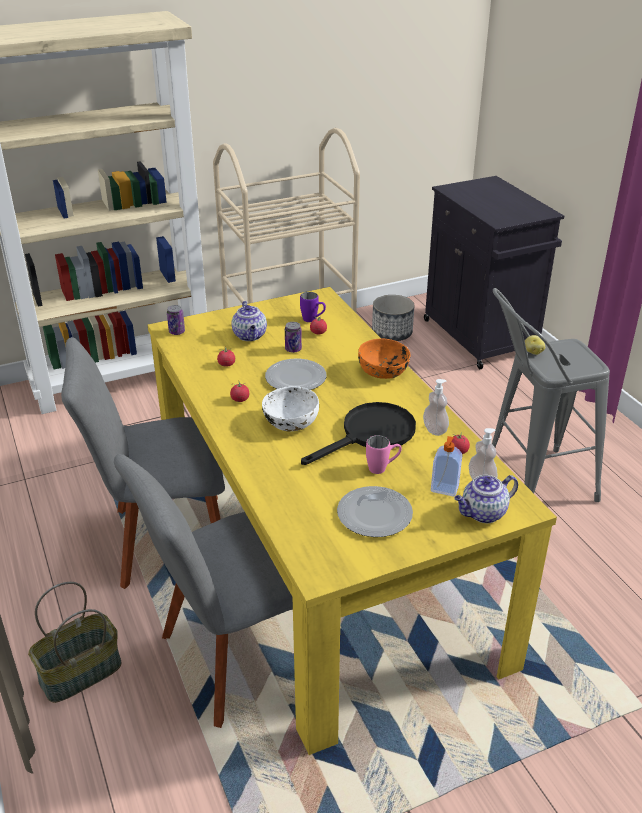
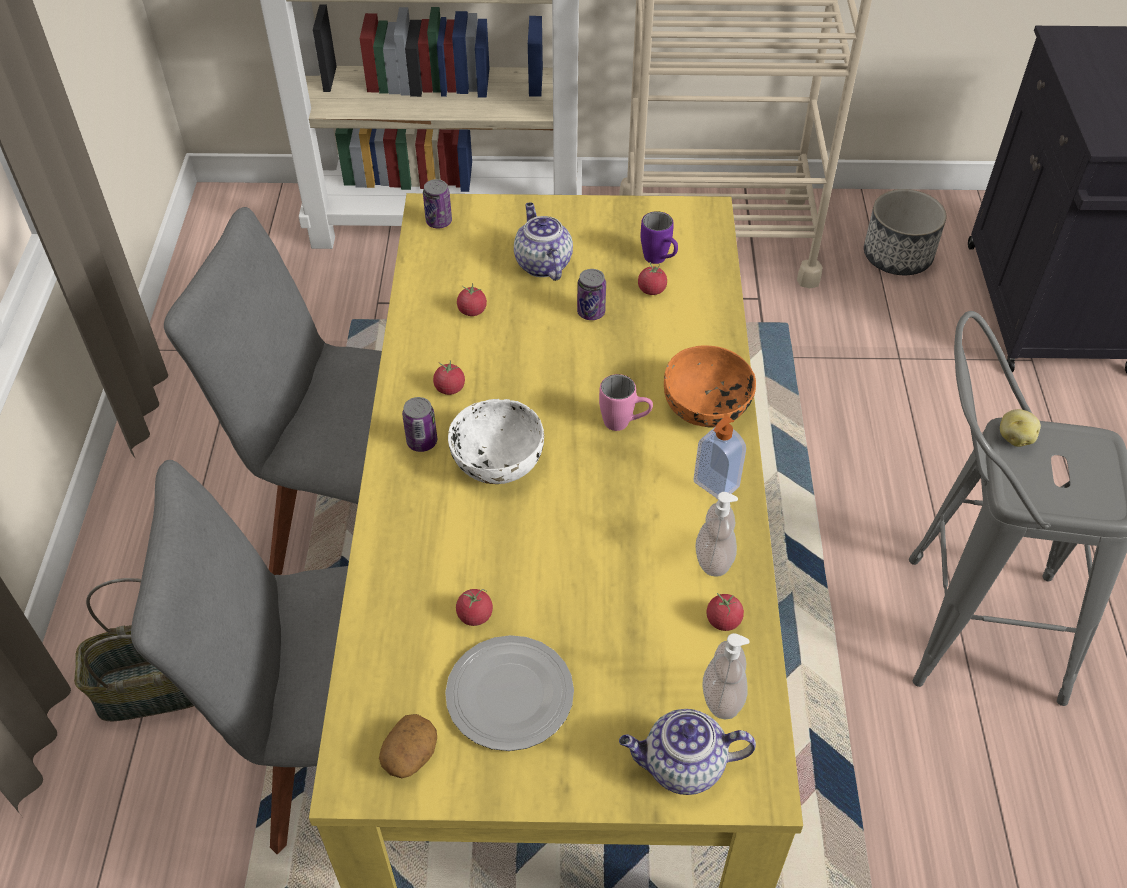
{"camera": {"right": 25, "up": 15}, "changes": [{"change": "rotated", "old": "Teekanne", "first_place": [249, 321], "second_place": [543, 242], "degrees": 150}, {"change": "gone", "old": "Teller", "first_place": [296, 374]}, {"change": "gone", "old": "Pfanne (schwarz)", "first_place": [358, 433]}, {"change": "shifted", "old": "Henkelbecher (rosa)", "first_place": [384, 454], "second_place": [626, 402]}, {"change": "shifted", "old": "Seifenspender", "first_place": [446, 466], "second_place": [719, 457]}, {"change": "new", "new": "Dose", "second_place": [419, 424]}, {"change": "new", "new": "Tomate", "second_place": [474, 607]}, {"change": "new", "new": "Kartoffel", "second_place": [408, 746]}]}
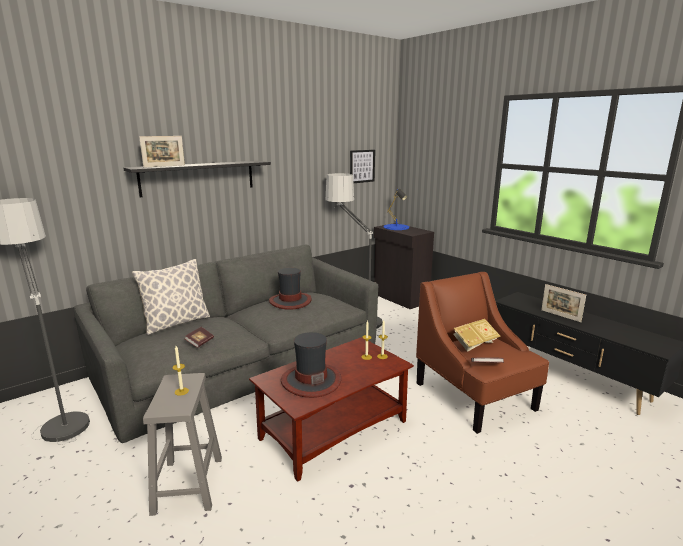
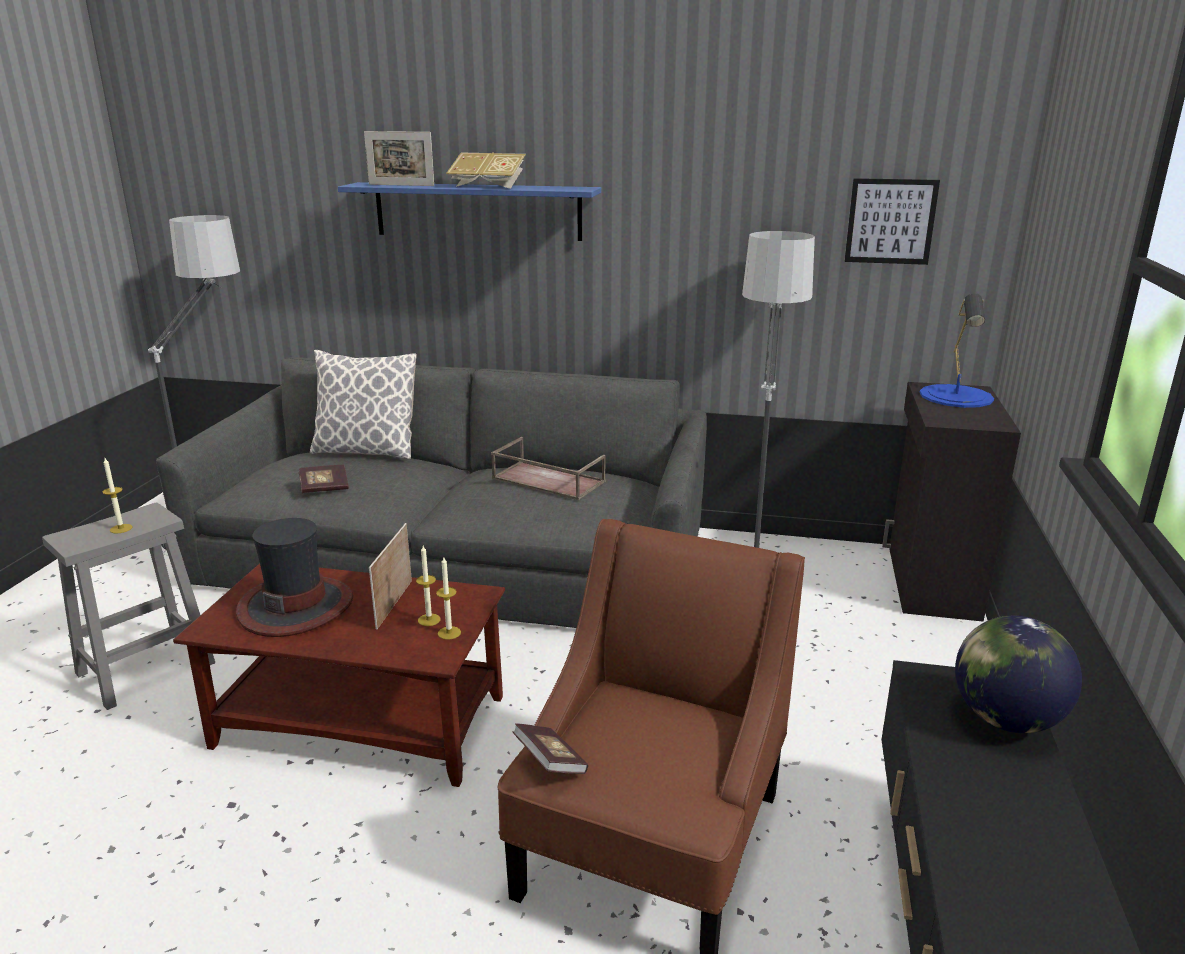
{"camera": {"right": 50, "up": 5}, "changes": [{"change": "repainted", "old": "Wandregal (schwarz)", "new": "Wandregal (blau)", "first_place": [197, 179], "second_place": [469, 211]}, {"change": "swapped", "old": "Hut", "new": "Tablett (braun)", "first_place": [290, 289], "second_place": [548, 468]}, {"change": "shifted", "old": "Bilderrahmen", "first_place": [563, 303], "second_place": [390, 576]}, {"change": "shifted", "old": "Buch", "first_place": [477, 335], "second_place": [486, 170]}, {"change": "new", "new": "Globus", "second_place": [1018, 674]}]}
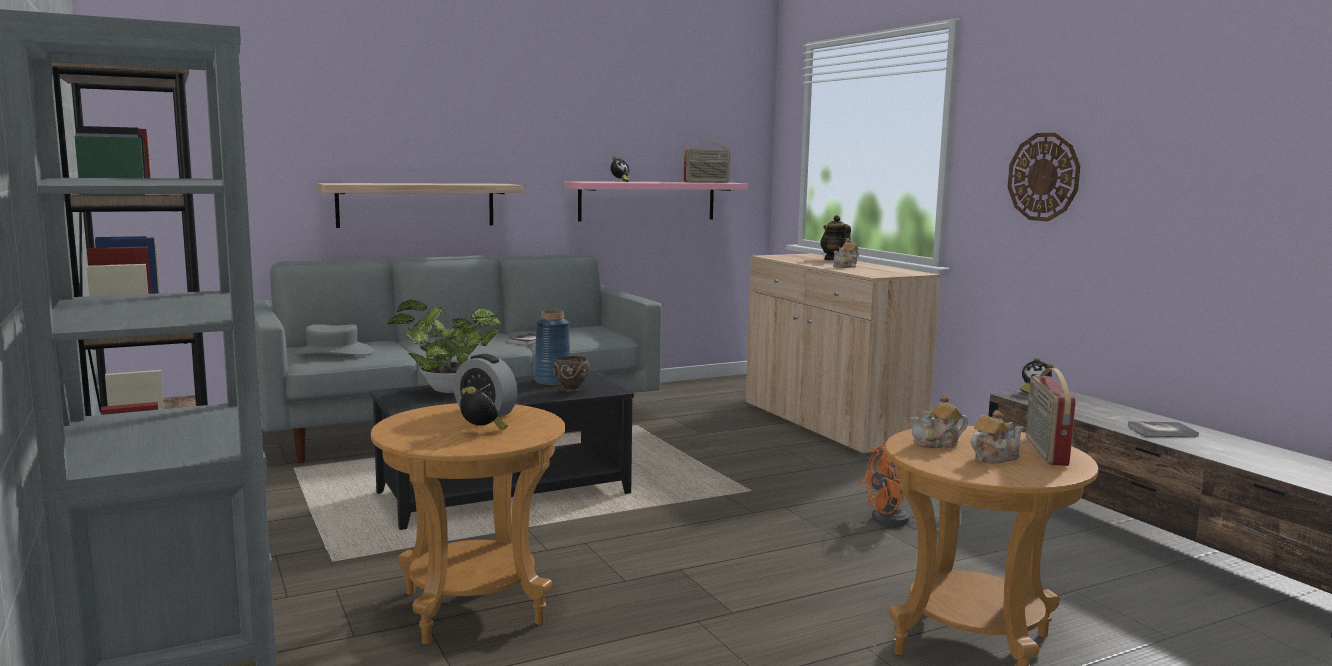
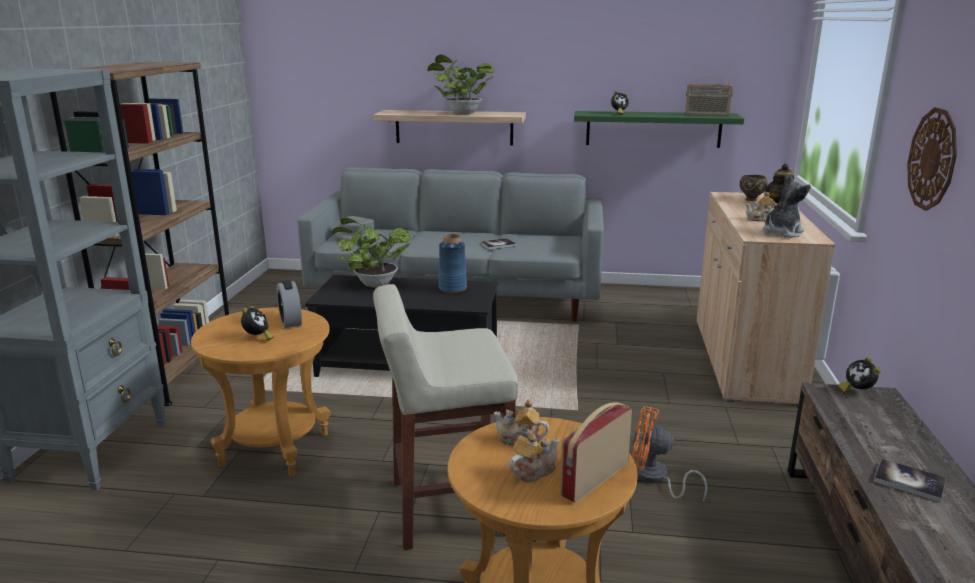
{"camera": {"right": 35, "up": 10}, "changes": [{"change": "repainted", "old": "Wandregal (rosa)", "new": "Wandregal (grün)", "first_place": [656, 201], "second_place": [659, 129]}, {"change": "shifted", "old": "Schüssel (braun)", "first_place": [571, 374], "second_place": [753, 188]}, {"change": "rotated", "old": "Teekanne", "first_place": [997, 437], "second_place": [534, 458], "degrees": -45}, {"change": "new", "new": "Topfpflanze", "second_place": [460, 84]}, {"change": "new", "new": "Plüschtier", "second_place": [786, 206]}, {"change": "new", "new": "Hocker (beige)", "second_place": [446, 417]}]}
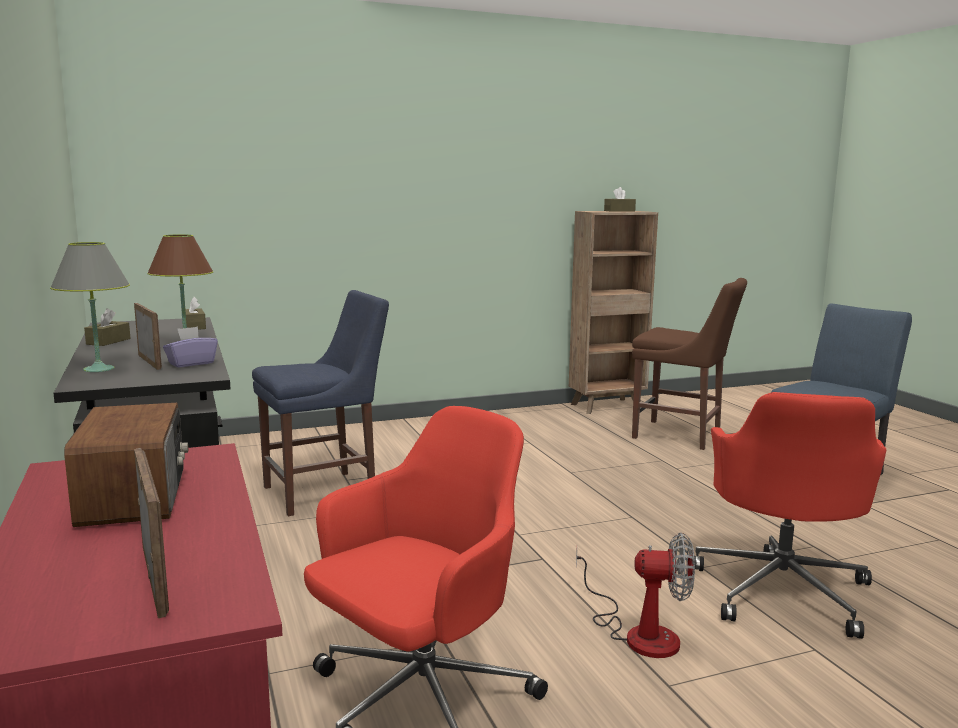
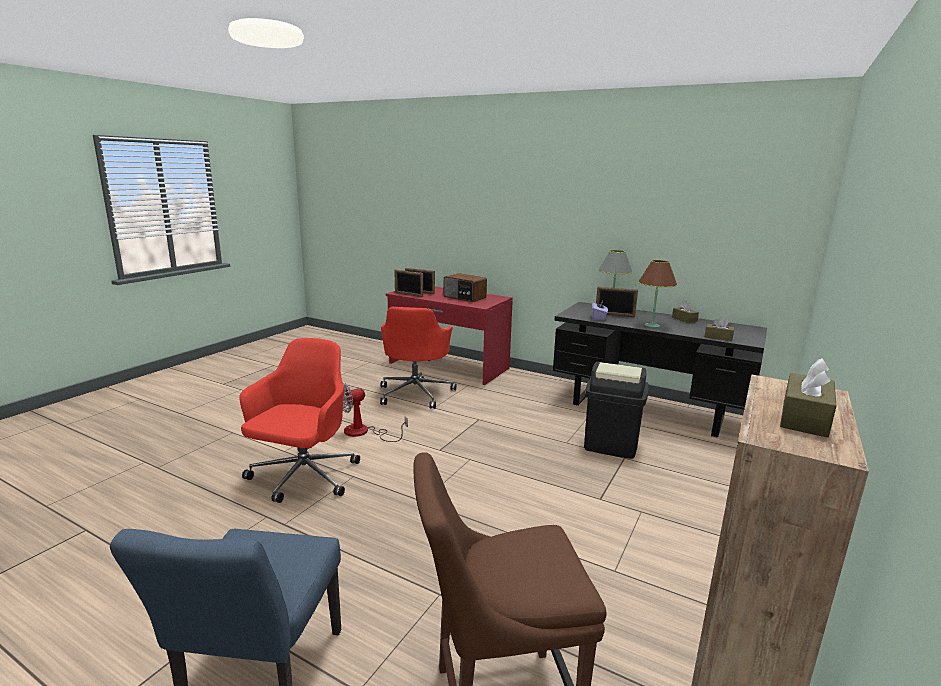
{"camera": {"right": 140, "up": 5}, "changes": [{"change": "swapped", "old": "Stuhl (blau)", "new": "Mülleimer (schwarz)", "first_place": [320, 403], "second_place": [616, 410]}, {"change": "rotated", "old": "Bürostuhl (rot)", "first_place": [790, 515], "second_place": [299, 420], "degrees": 45}, {"change": "new", "new": "Bilderrahmen", "second_place": [408, 283]}]}
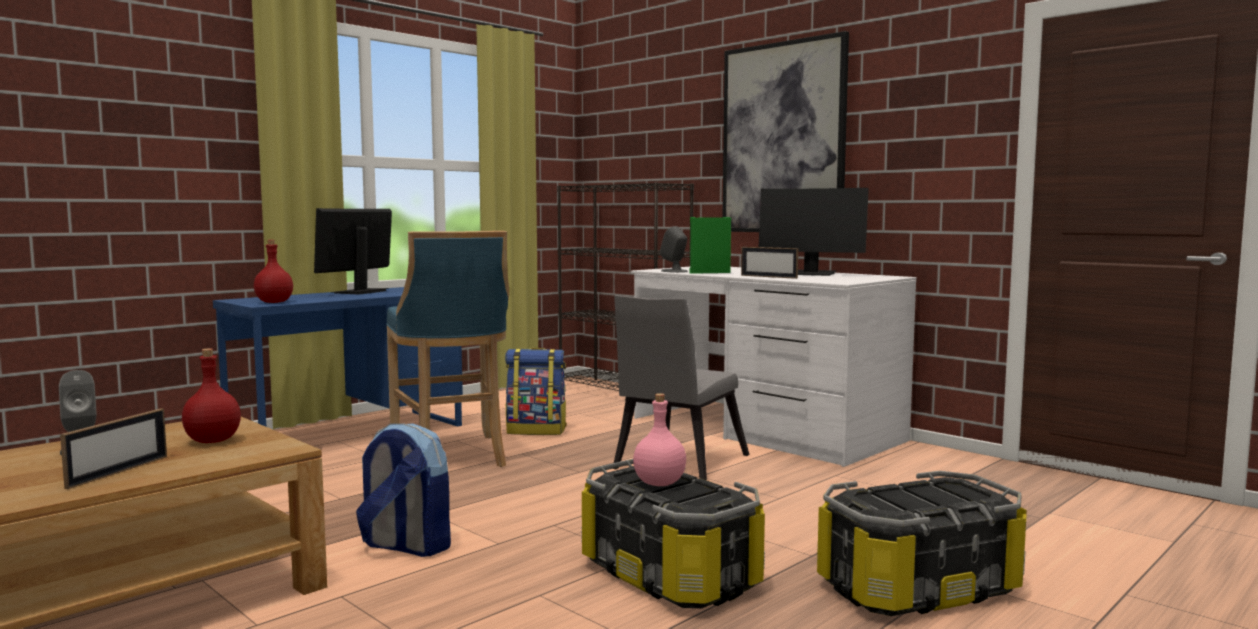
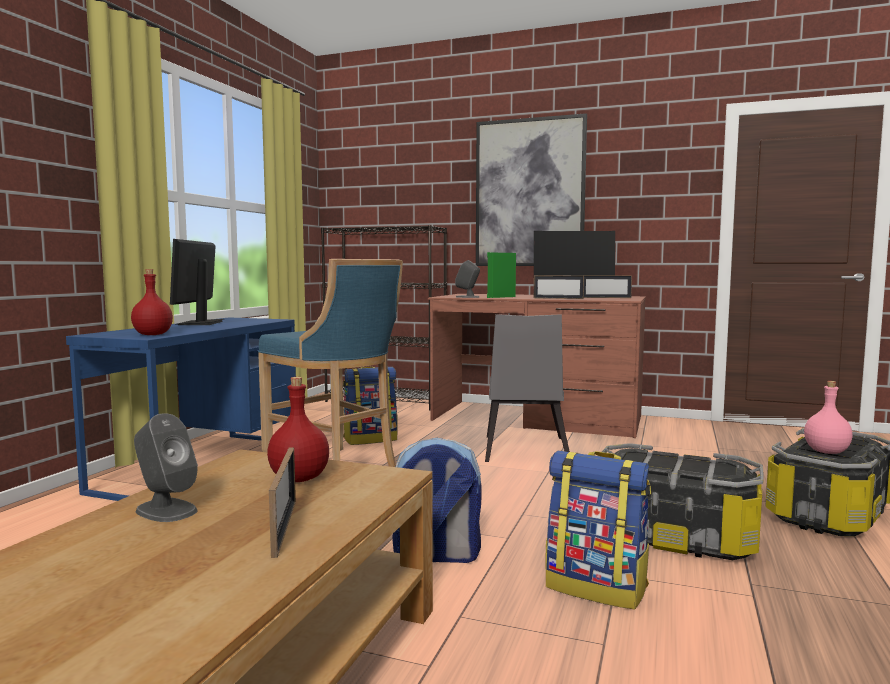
{"camera": {"right": -25, "up": 0}, "changes": [{"change": "repainted", "old": "Schreibtisch (weiß)", "new": "Schreibtisch (braun)", "first_place": [774, 367], "second_place": [537, 366]}, {"change": "shifted", "old": "Flasche (rosa)", "first_place": [659, 439], "second_place": [828, 417]}, {"change": "new", "new": "Bilderrahmen", "second_place": [607, 286]}, {"change": "new", "new": "Rucksack", "second_place": [598, 530]}]}
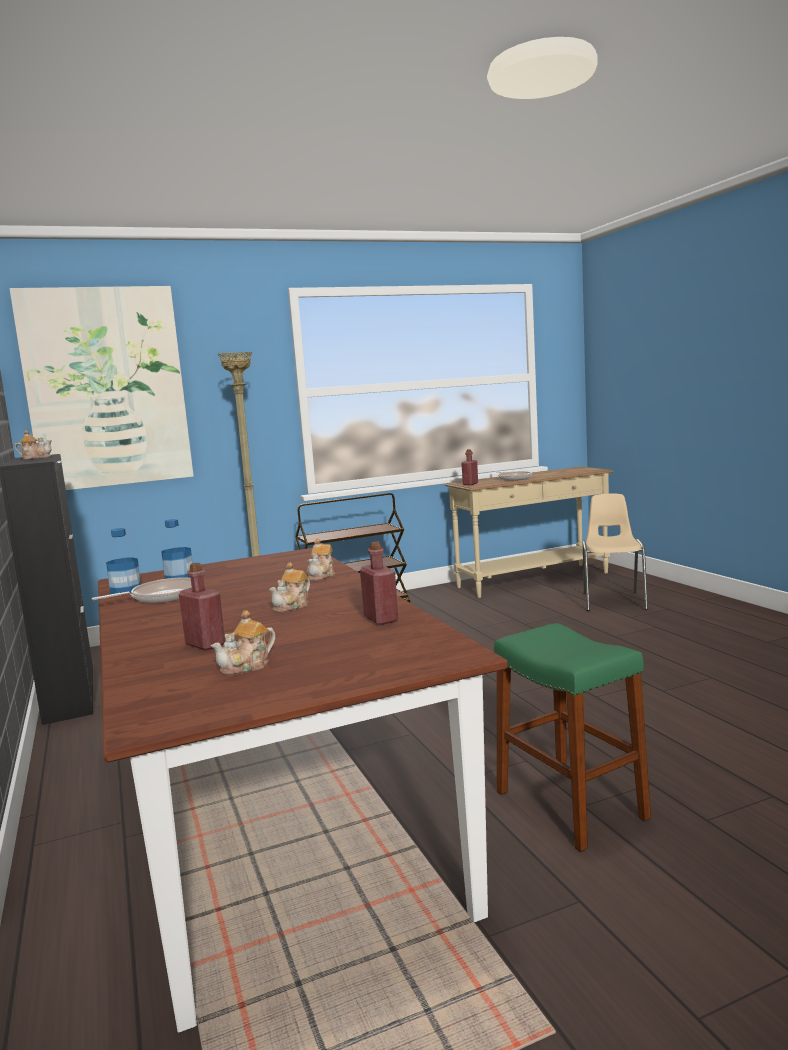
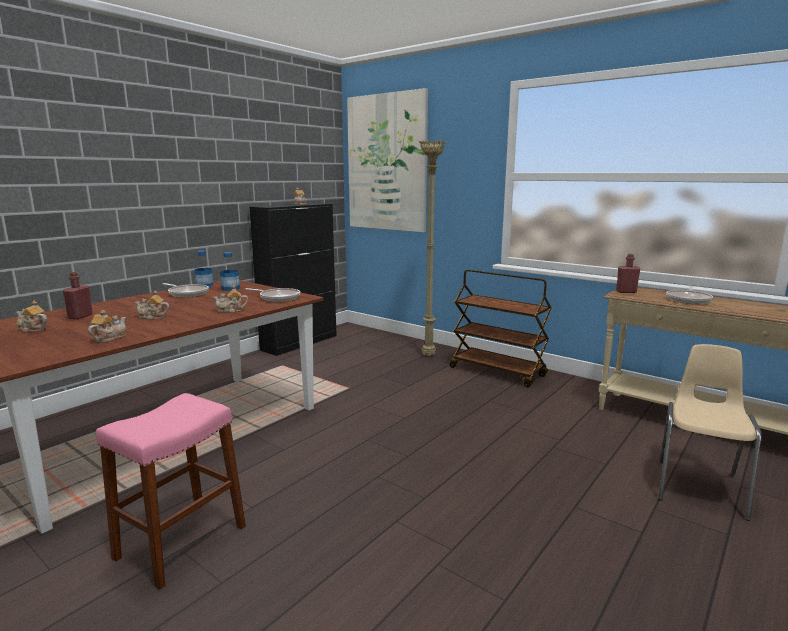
{"camera": {"right": 60, "up": 5}, "changes": [{"change": "rotated", "old": "Stuhl (beige)", "first_place": [615, 552], "second_place": [710, 432], "degrees": -45}, {"change": "swapped", "old": "Flasche (rot)", "new": "Teekanne", "first_place": [379, 583], "second_place": [107, 326]}, {"change": "repainted", "old": "Hocker (grün)", "new": "Hocker (rosa)", "first_place": [572, 737], "second_place": [171, 491]}, {"change": "new", "new": "Pfanne", "second_place": [272, 295]}]}
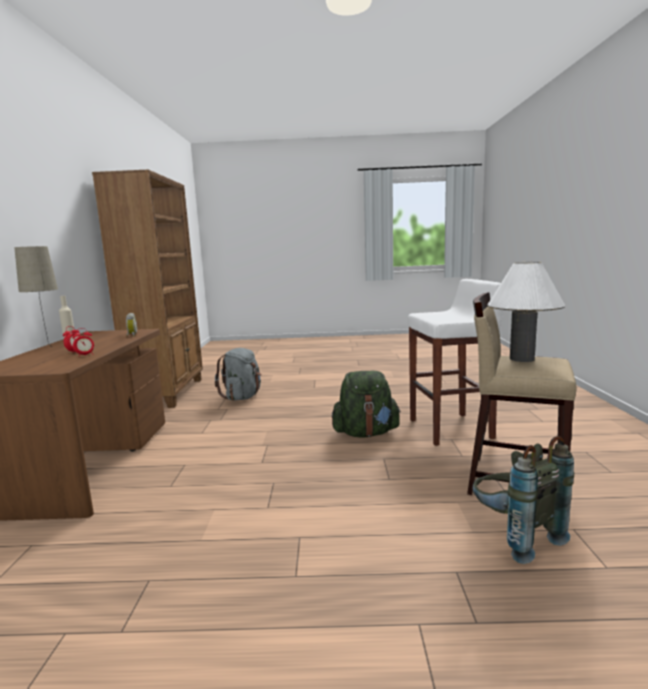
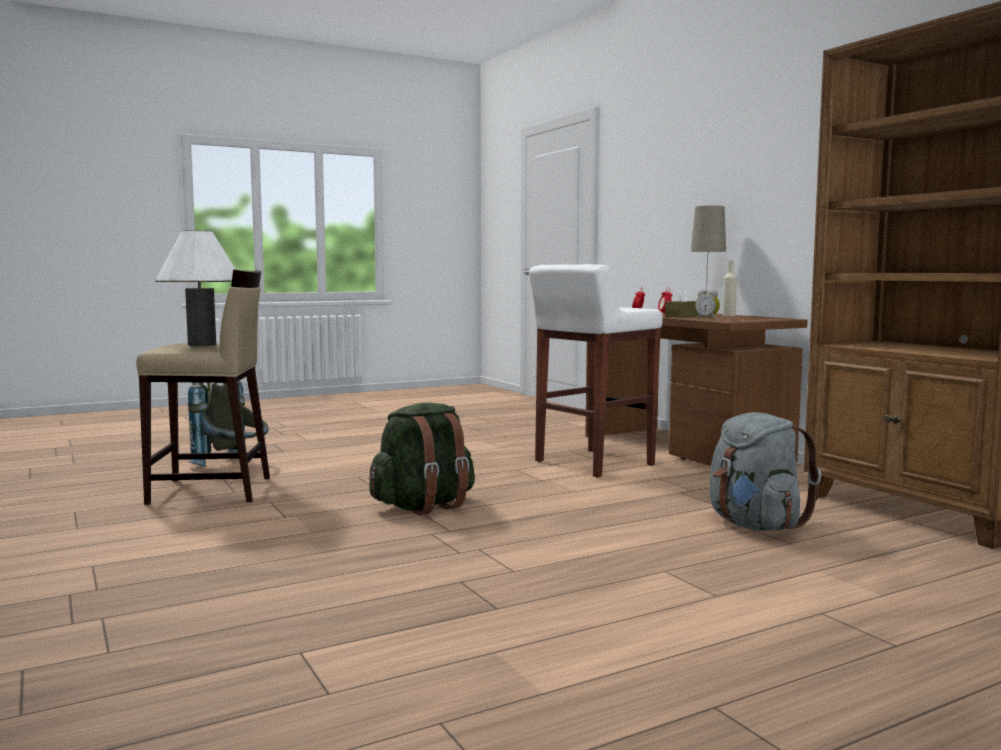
{"camera": {"right": 150, "up": -5}, "changes": [{"change": "shifted", "old": "Hocker (weiß)", "first_place": [456, 362], "second_place": [596, 371]}, {"change": "new", "new": "Taschentuchbox (braun)", "second_place": [682, 302]}]}
